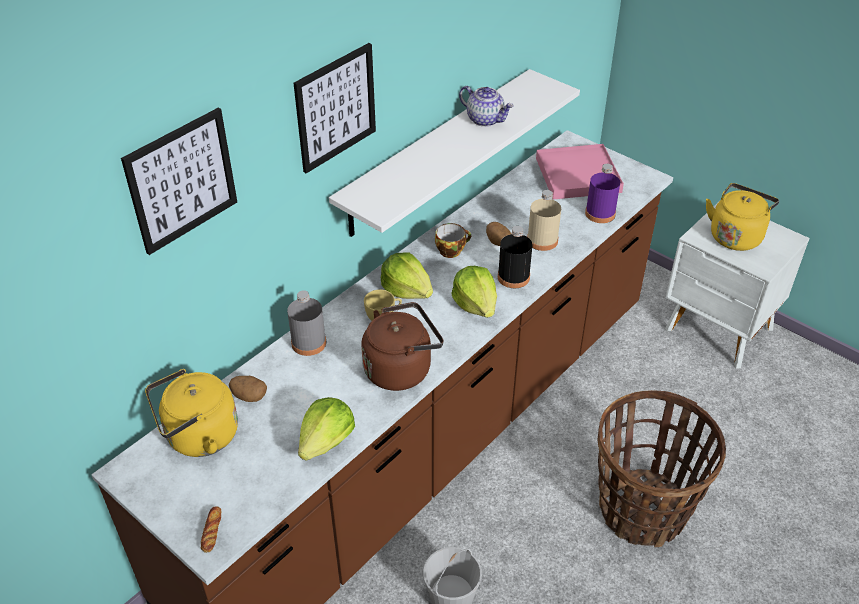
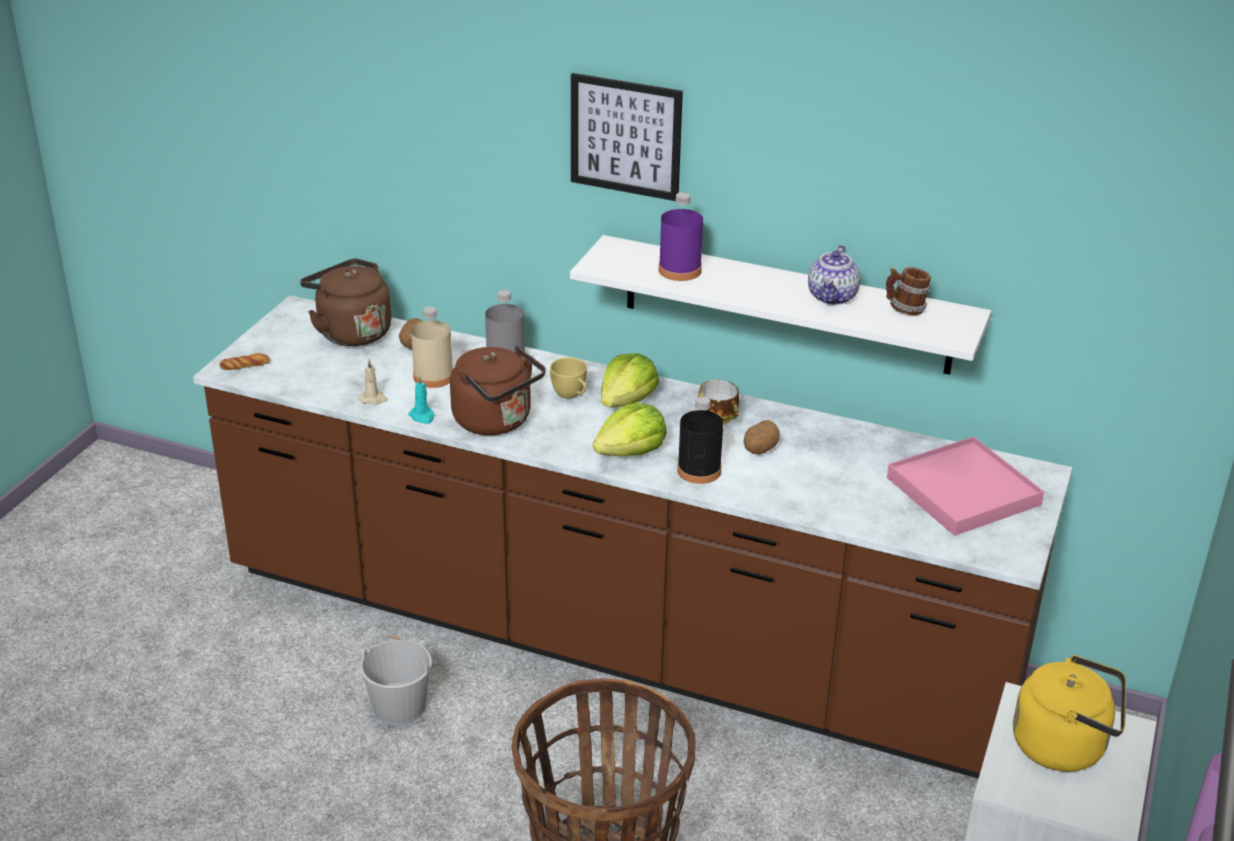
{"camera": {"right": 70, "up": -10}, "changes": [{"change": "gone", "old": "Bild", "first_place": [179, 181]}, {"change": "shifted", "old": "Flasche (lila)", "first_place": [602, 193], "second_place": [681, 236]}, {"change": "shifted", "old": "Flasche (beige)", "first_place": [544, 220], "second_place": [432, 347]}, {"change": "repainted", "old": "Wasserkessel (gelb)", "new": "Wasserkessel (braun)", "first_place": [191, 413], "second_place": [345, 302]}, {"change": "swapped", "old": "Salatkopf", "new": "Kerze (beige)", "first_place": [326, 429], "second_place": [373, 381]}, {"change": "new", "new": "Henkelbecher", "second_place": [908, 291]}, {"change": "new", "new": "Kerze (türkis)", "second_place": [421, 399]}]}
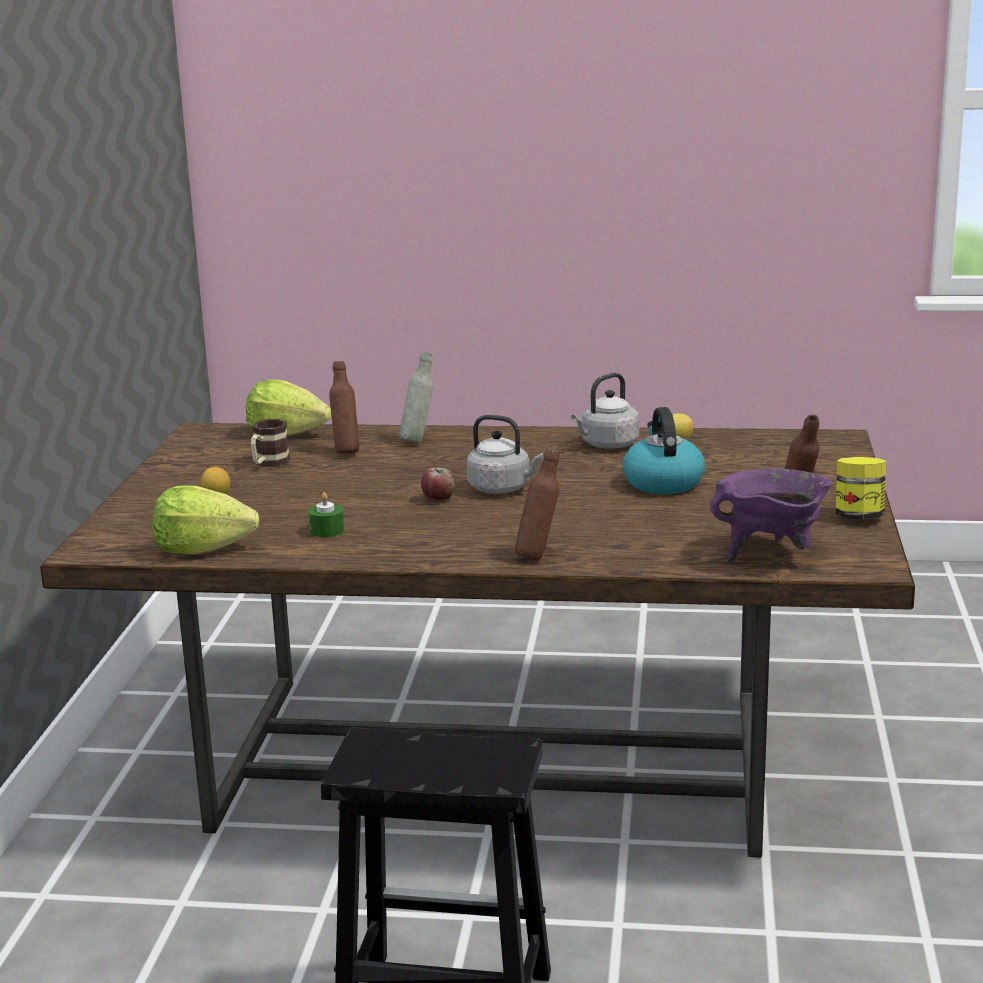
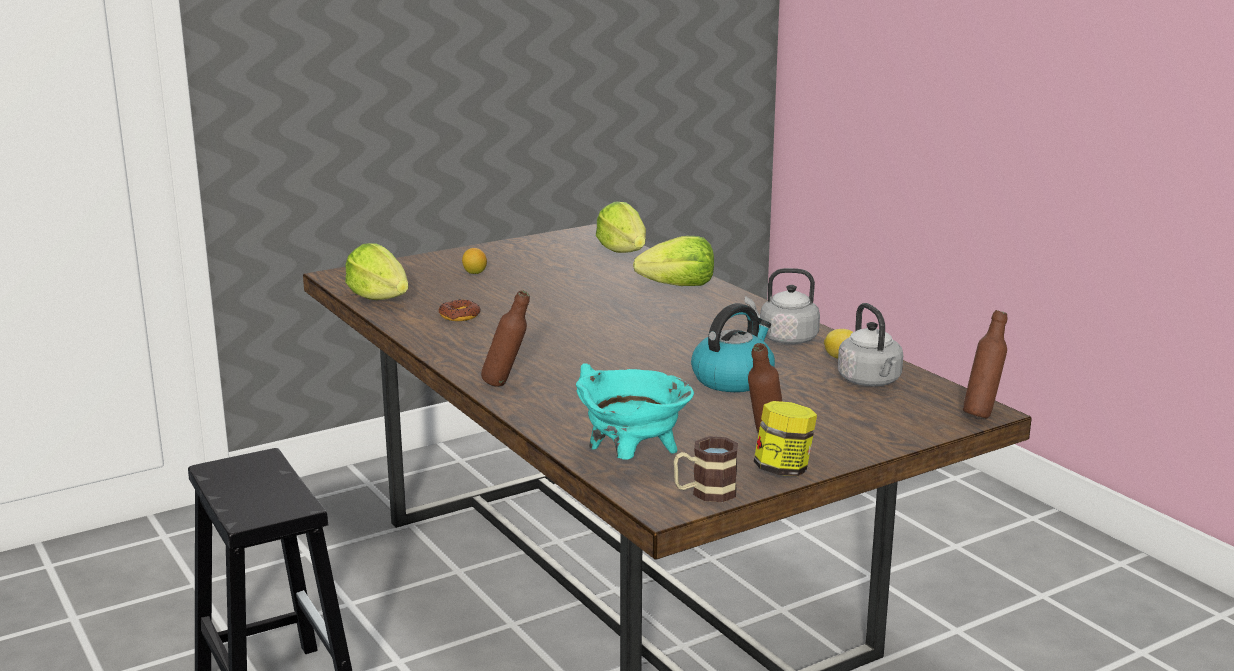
{"camera": {"right": 50, "up": 0}, "changes": [{"change": "swapped", "old": "Flasche (grau)", "new": "Salatkopf", "first_place": [416, 397], "second_place": [673, 261]}, {"change": "shifted", "old": "Flasche (braun)", "first_place": [344, 407], "second_place": [985, 364]}, {"change": "shifted", "old": "Wasserkessel (grau)", "first_place": [505, 454], "second_place": [870, 344]}, {"change": "shifted", "old": "Henkelbecher", "first_place": [270, 443], "second_place": [706, 469]}, {"change": "gone", "old": "Apfel", "first_place": [438, 484]}, {"change": "repainted", "old": "Kochtopf (lila)", "new": "Kochtopf (türkis)", "first_place": [771, 515], "second_place": [635, 411]}, {"change": "swapped", "old": "Kerze (grün)", "new": "Donut", "first_place": [326, 515], "second_place": [459, 310]}]}
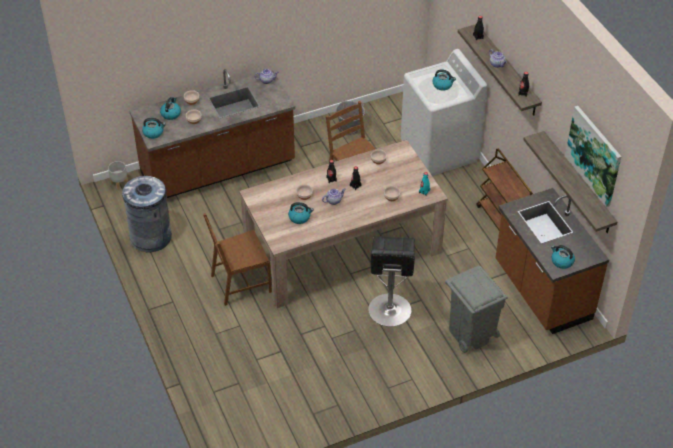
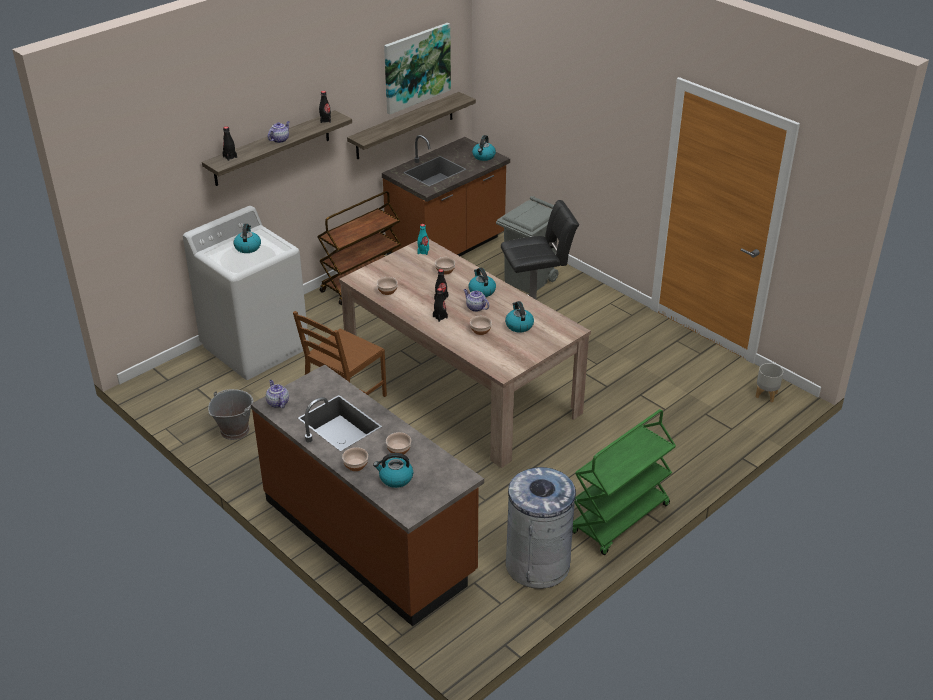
{"camera": {"right": -110, "up": -10}, "changes": [{"change": "shifted", "old": "Wasserkessel", "first_place": [154, 128], "second_place": [482, 282]}, {"change": "shifted", "old": "Pflanzkübel (grau)", "first_place": [118, 175], "second_place": [769, 382]}, {"change": "gone", "old": "Stuhl (braun)", "first_place": [237, 259]}, {"change": "new", "new": "Rollwagen (grün)", "second_place": [624, 482]}]}
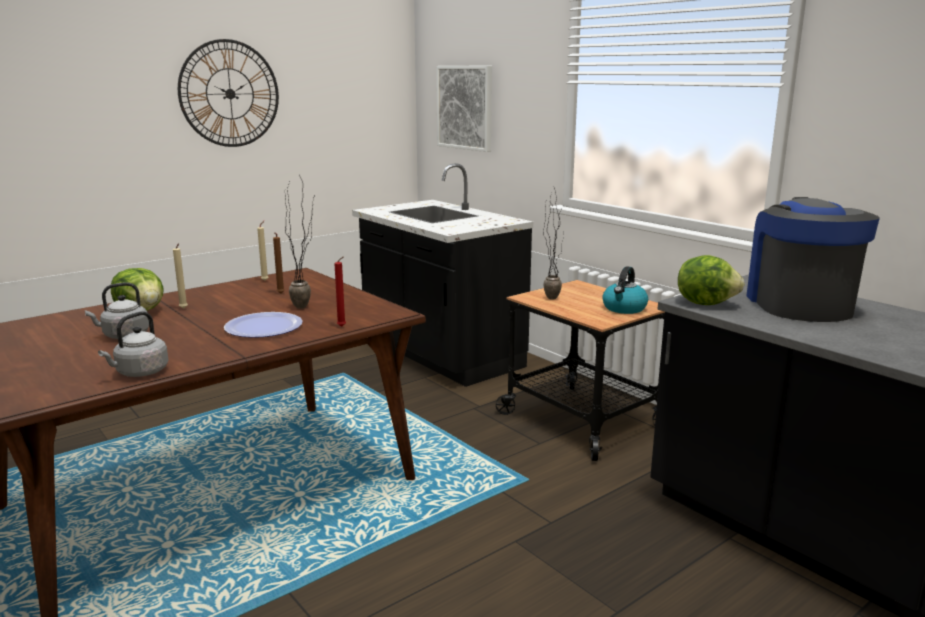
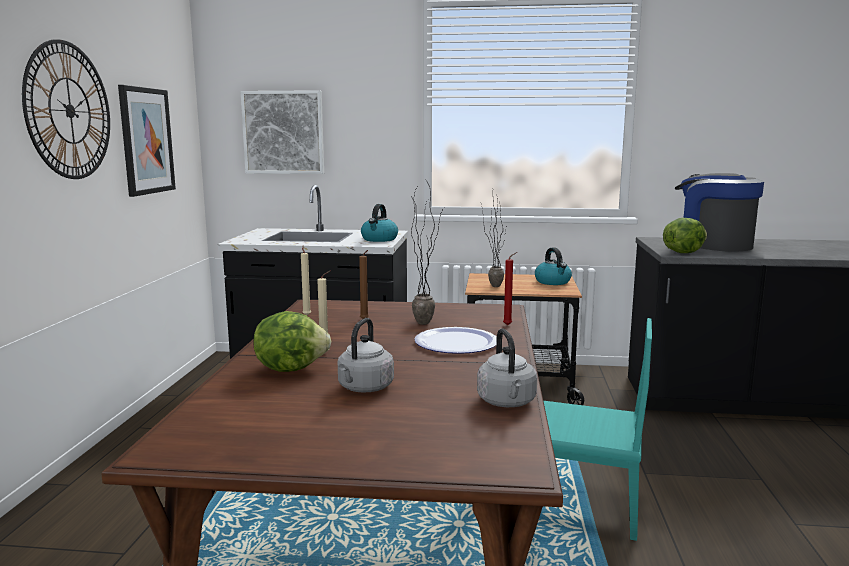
{"camera": {"right": -45, "up": -5}, "changes": [{"change": "new", "new": "Bild", "second_place": [147, 141]}, {"change": "new", "new": "Wasserkessel", "second_place": [379, 223]}, {"change": "new", "new": "Stuhl (türkis)", "second_place": [598, 429]}]}
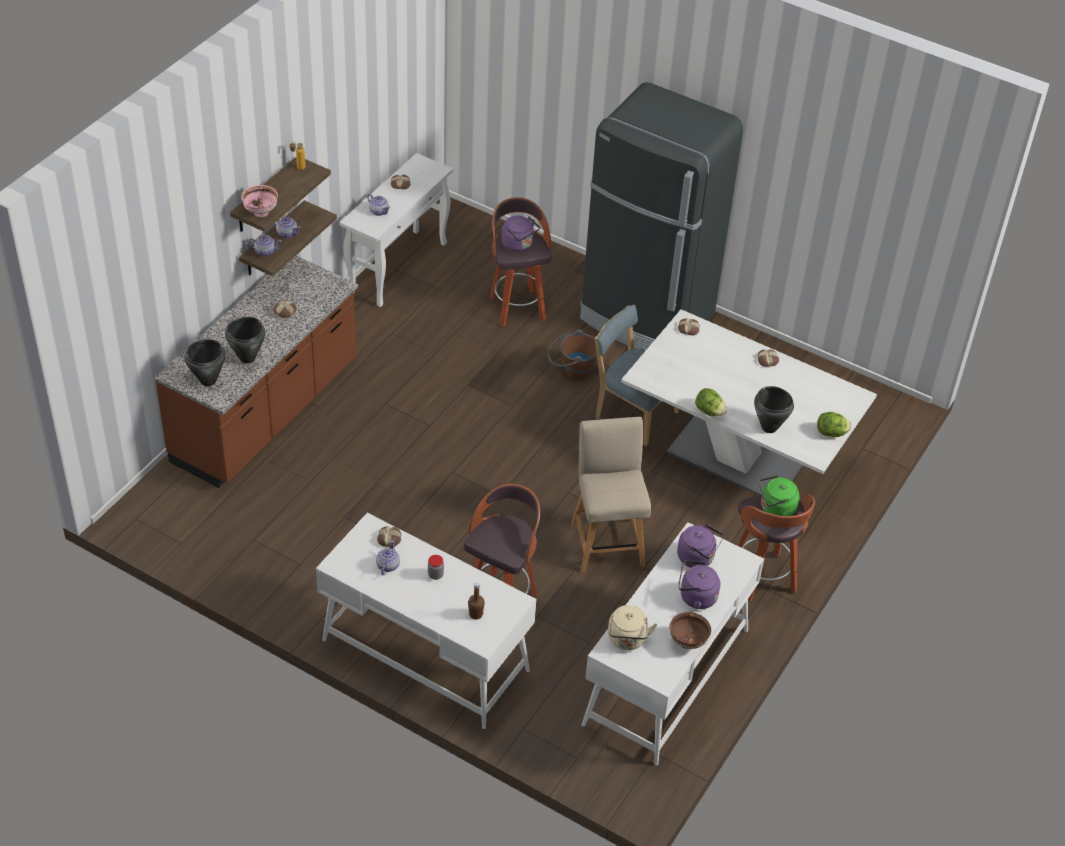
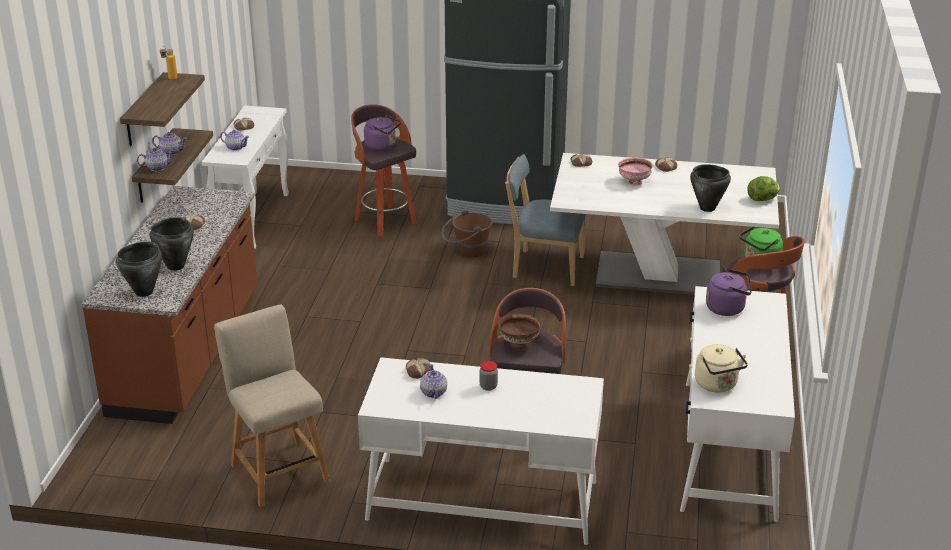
{"camera": {"right": -20, "up": -15}, "changes": [{"change": "shifted", "old": "Schüssel (rosa)", "first_place": [259, 201], "second_place": [635, 172]}, {"change": "gone", "old": "Salatkopf", "first_place": [711, 402]}, {"change": "shifted", "old": "Stuhl (beige)", "first_place": [611, 494], "second_place": [272, 405]}, {"change": "gone", "old": "Wasserkessel (lila)", "first_place": [699, 585]}, {"change": "gone", "old": "Flasche (braun)", "first_place": [476, 601]}, {"change": "shifted", "old": "Schüssel (braun)", "first_place": [690, 630], "second_place": [519, 331]}]}
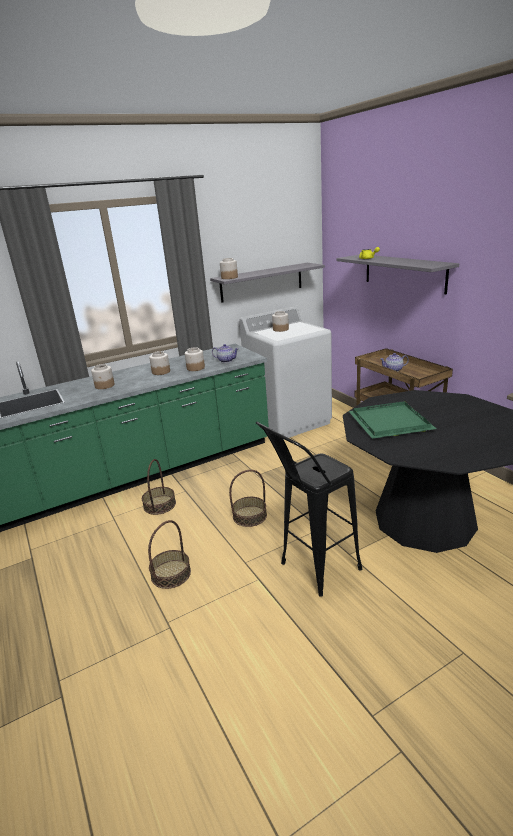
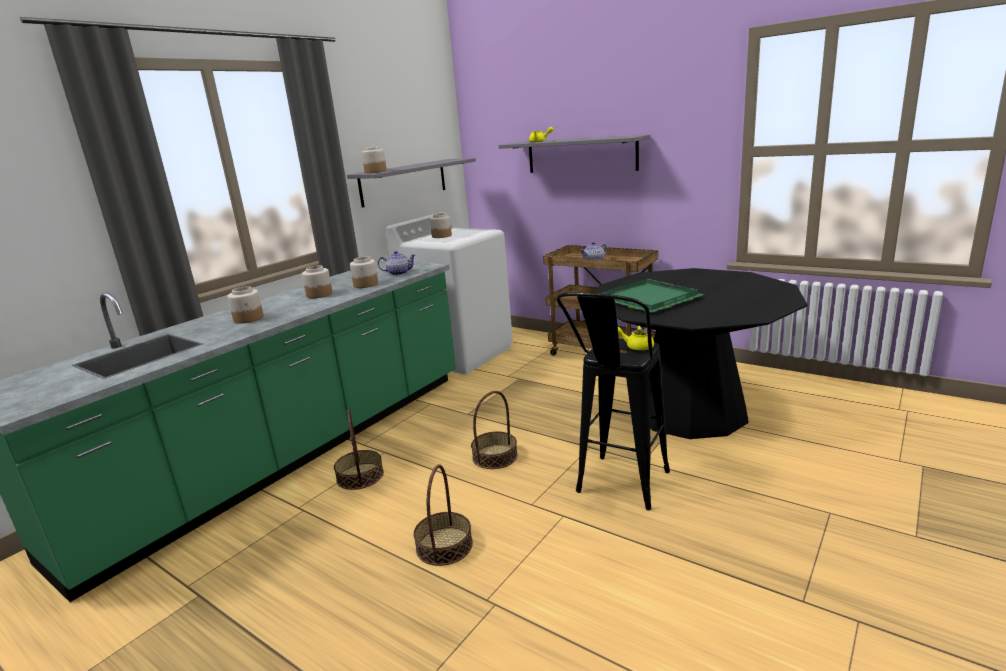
{"camera": {"right": -25, "up": -5}, "changes": [{"change": "new", "new": "Teekanne (gelb)", "second_place": [636, 338]}]}
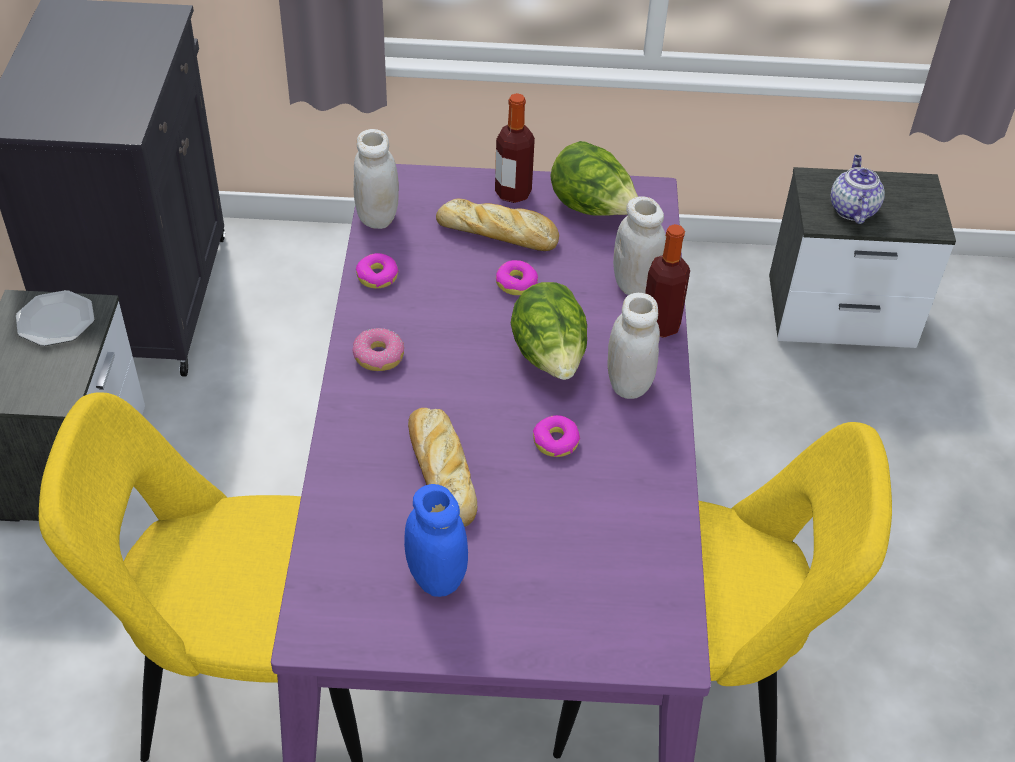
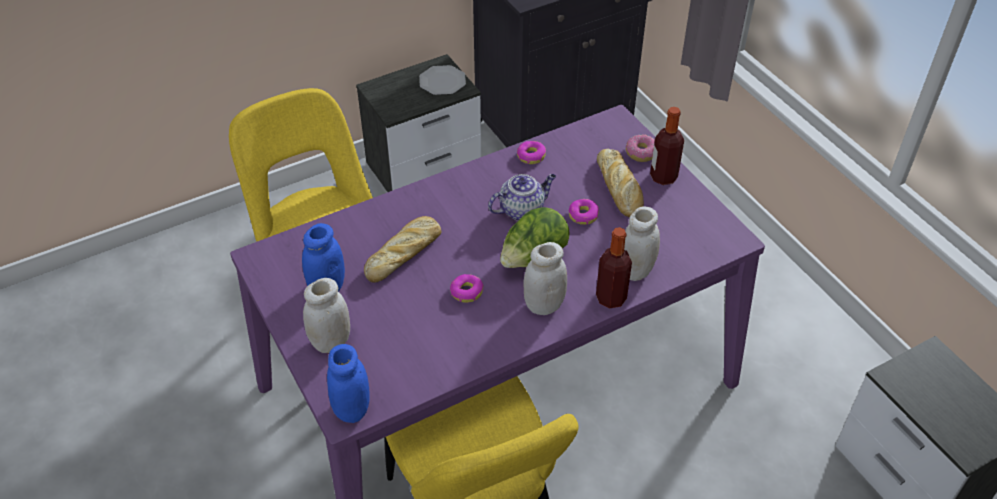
{"camera": {"right": 60, "up": 0}, "changes": [{"change": "shifted", "old": "Vorratsglas (weiß)", "first_place": [376, 179], "second_place": [326, 315]}, {"change": "gone", "old": "Salatkopf", "first_place": [594, 178]}, {"change": "shifted", "old": "Teekanne", "first_place": [858, 189], "second_place": [522, 197]}, {"change": "shifted", "old": "Donut", "first_place": [378, 349], "second_place": [640, 148]}, {"change": "new", "new": "Vorratsglas (blau)", "second_place": [348, 383]}]}
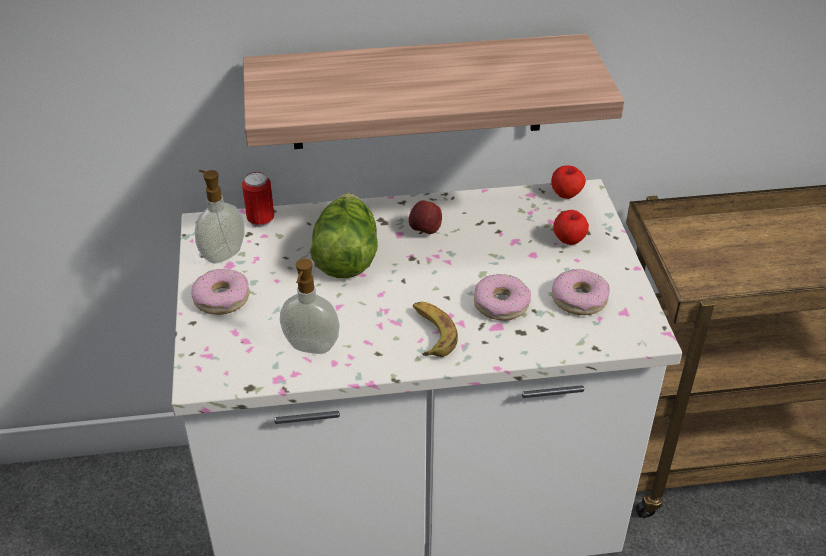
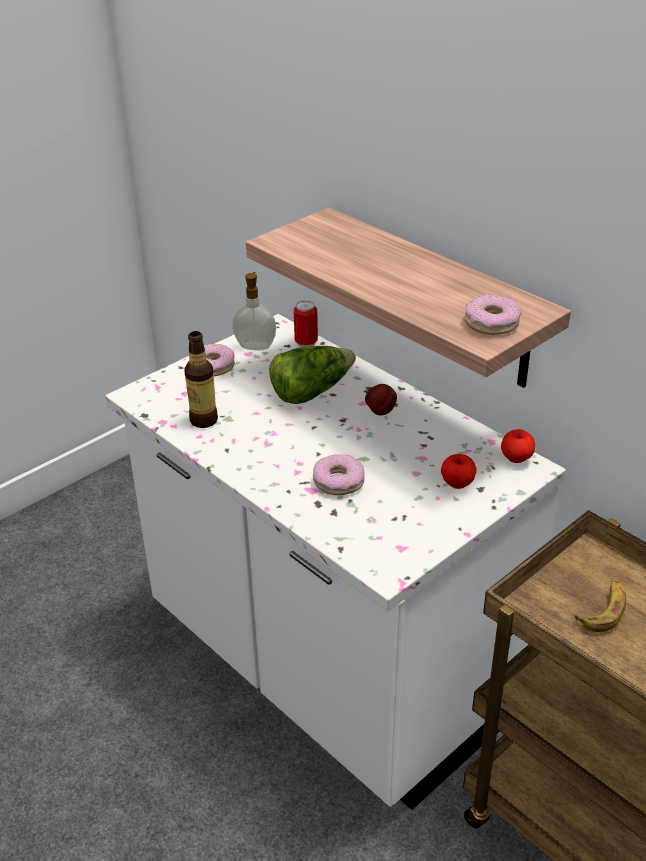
{"camera": {"right": 55, "up": -5}, "changes": [{"change": "swapped", "old": "Seifenspender", "new": "Flasche", "first_place": [310, 306], "second_place": [201, 379]}, {"change": "shifted", "old": "Donut", "first_place": [581, 292], "second_place": [492, 314]}, {"change": "shifted", "old": "Banane", "first_place": [435, 329], "second_place": [600, 606]}]}
